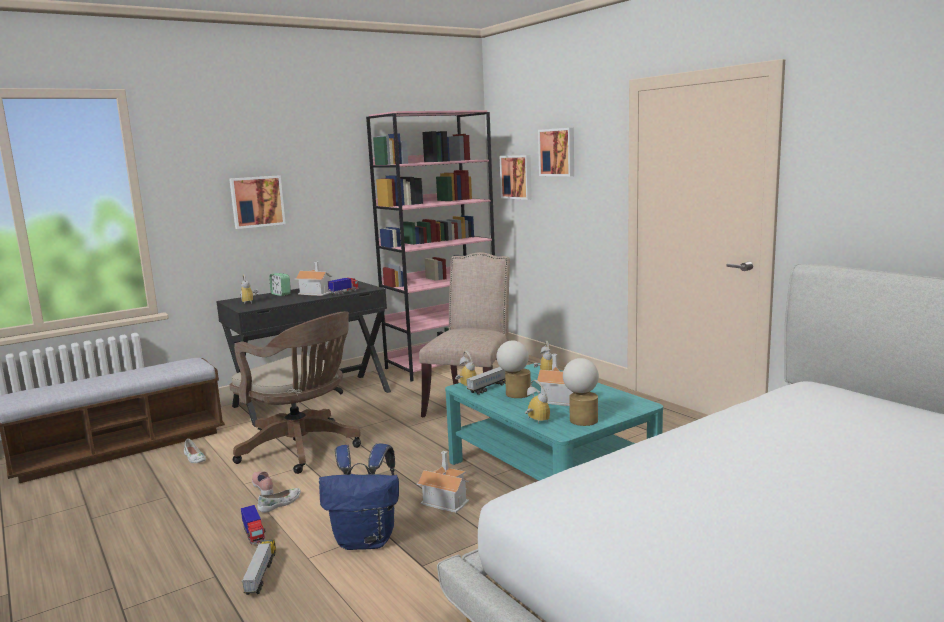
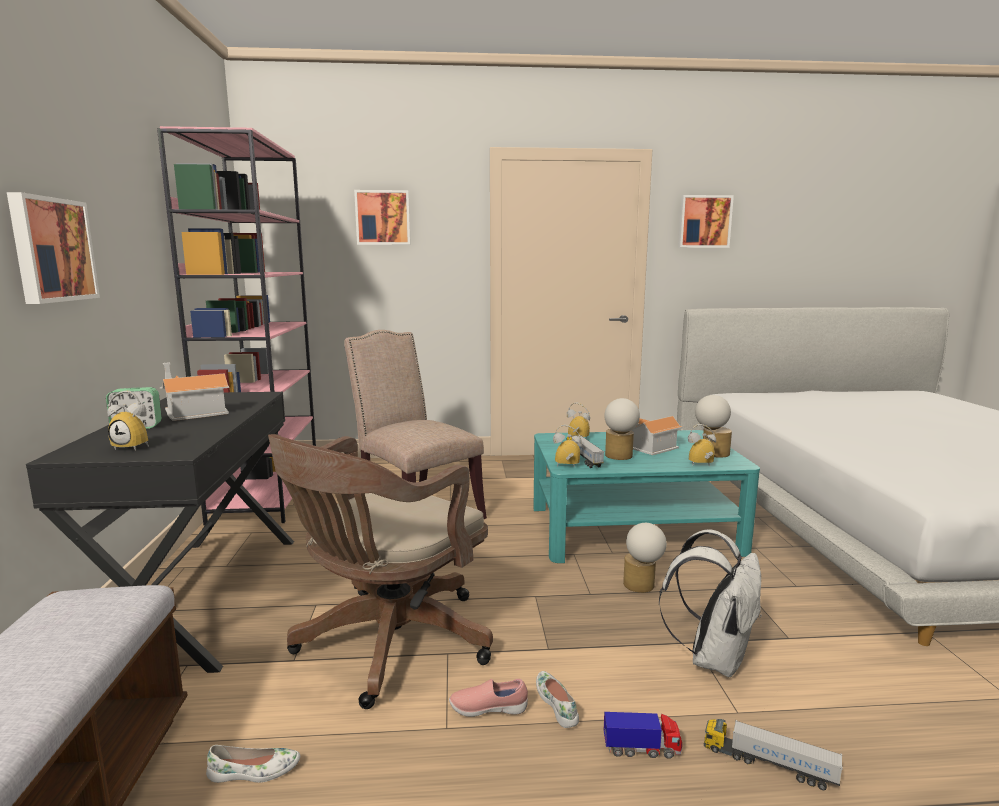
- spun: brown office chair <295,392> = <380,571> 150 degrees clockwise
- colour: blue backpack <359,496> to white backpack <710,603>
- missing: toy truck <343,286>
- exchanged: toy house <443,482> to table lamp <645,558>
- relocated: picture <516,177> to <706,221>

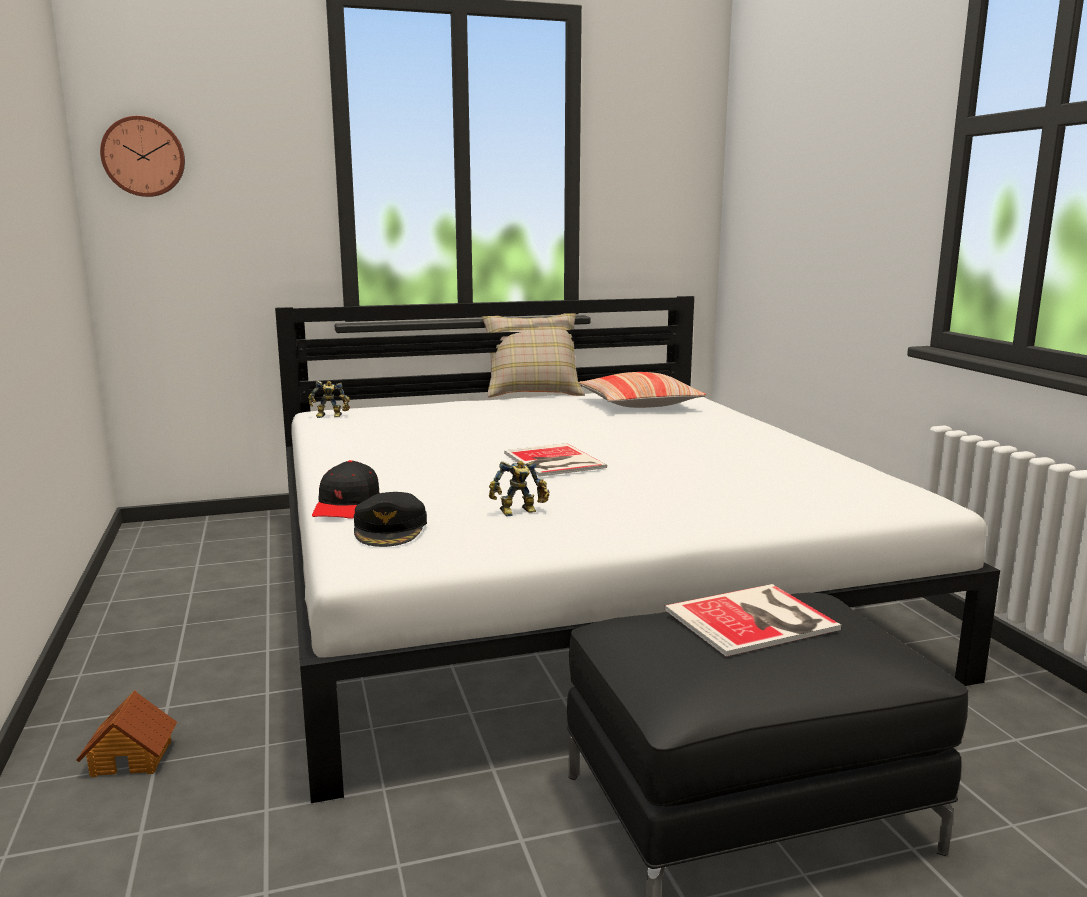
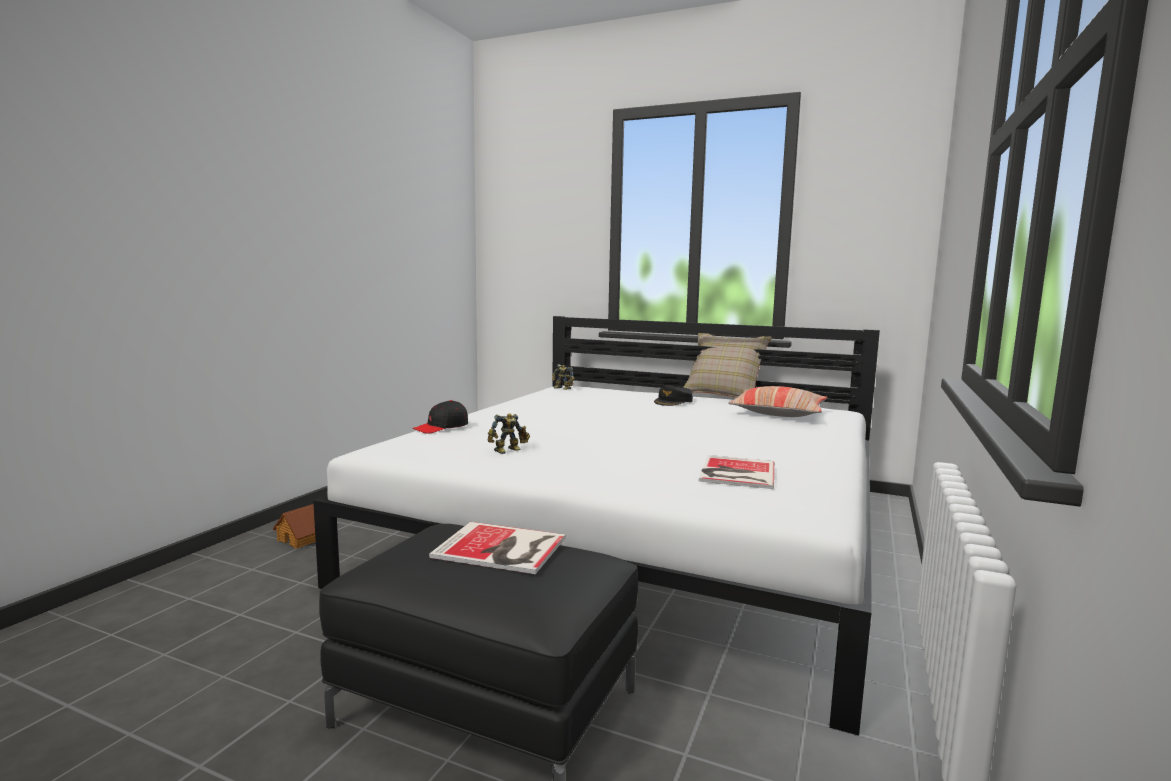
- missing: wall clock <142,156>
- relocated: black cap <390,519> to <673,395>
- spun: toy robot <519,488> = <508,433> 60 degrees counterclockwise
- relocated: book <555,460> to <736,472>

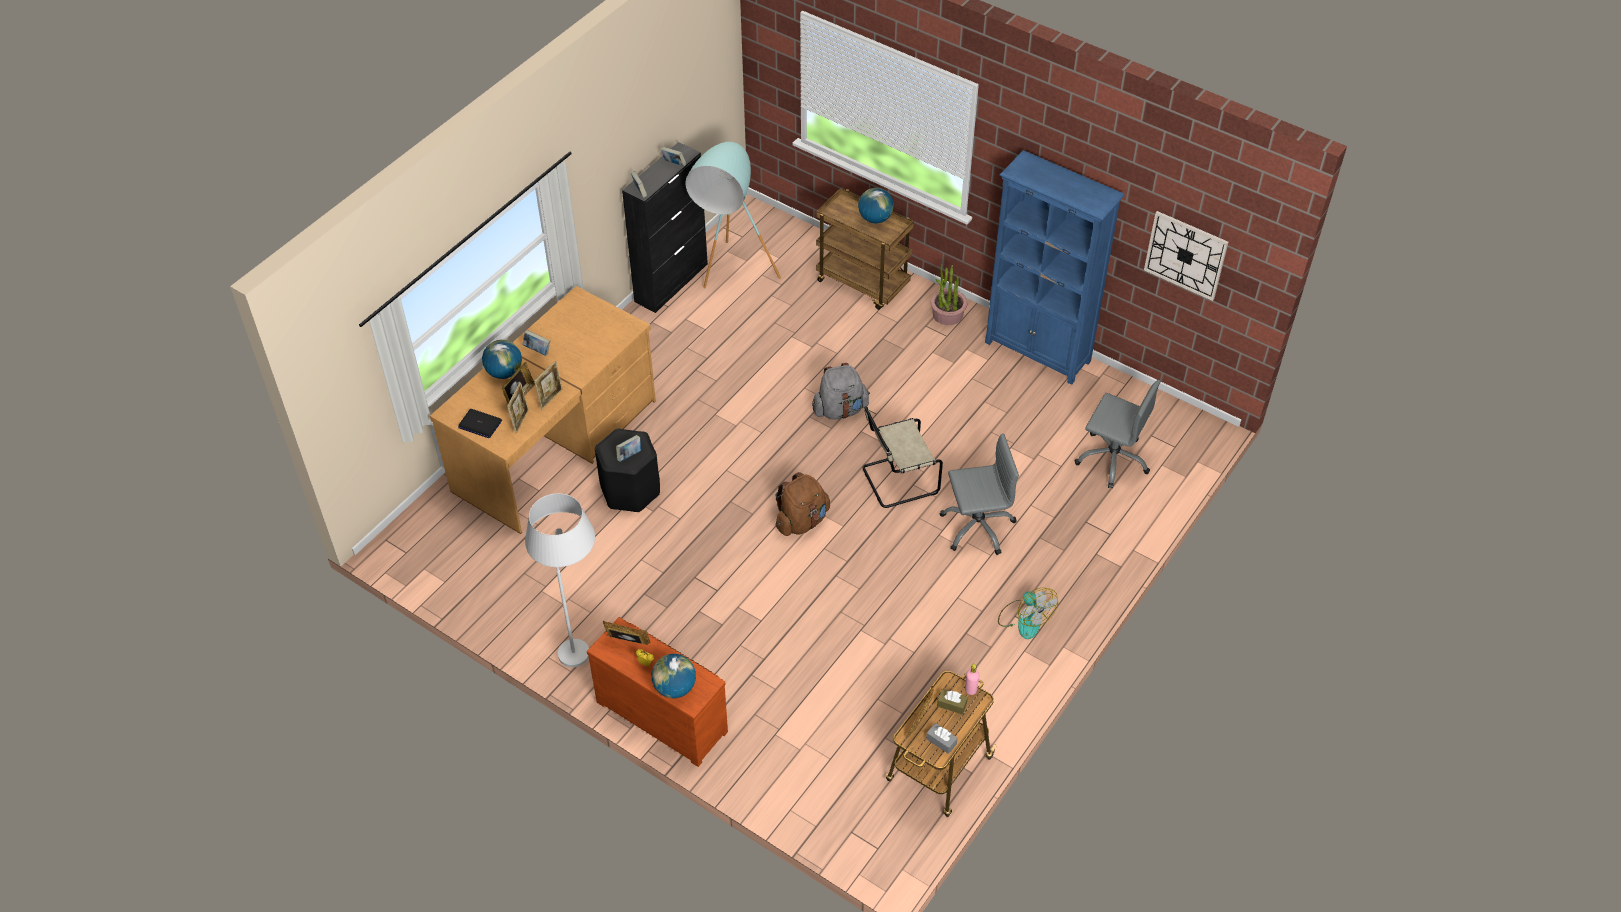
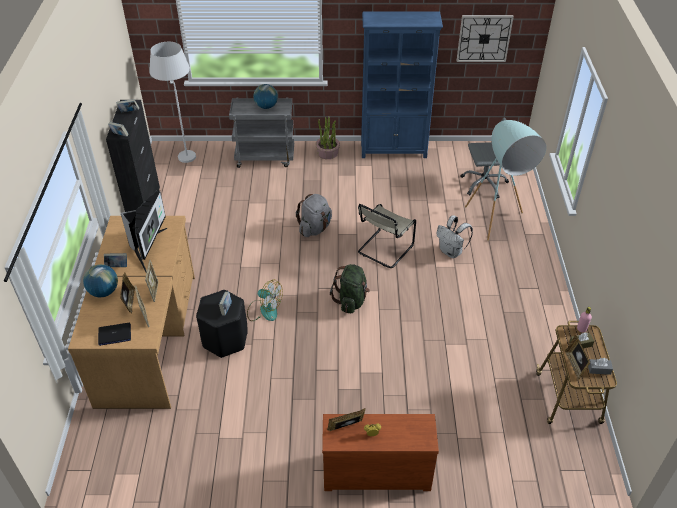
- relocated: white floor lamp <560,580> to <172,102>
- missing: globe <674,676>
- relocated: turquoise floor lamp <733,215> to <505,180>
- colour: brown backpack <802,504> to green backpack <350,288>
- colour: brown cart <865,249> to grey cart <261,133>
- exchanged: grey office chair <979,494> to white backpack <454,236>
- relocated: fan <1028,613> to <265,300>
- appeared: monitor <144,231>

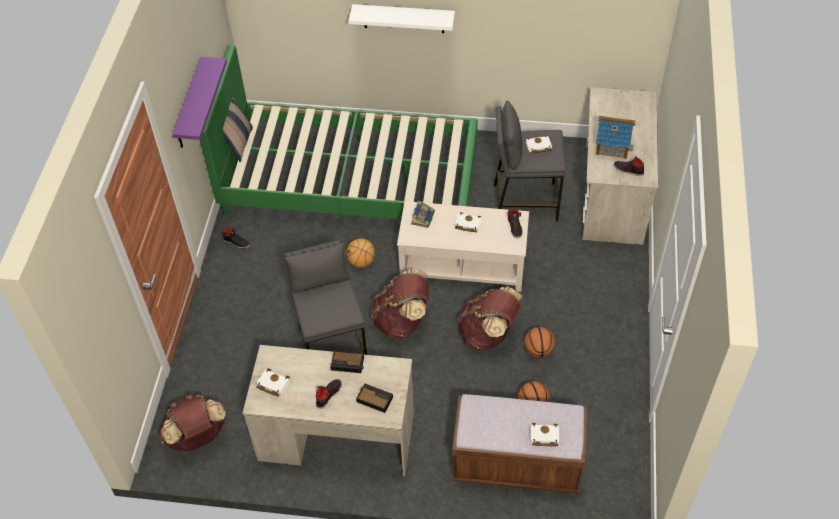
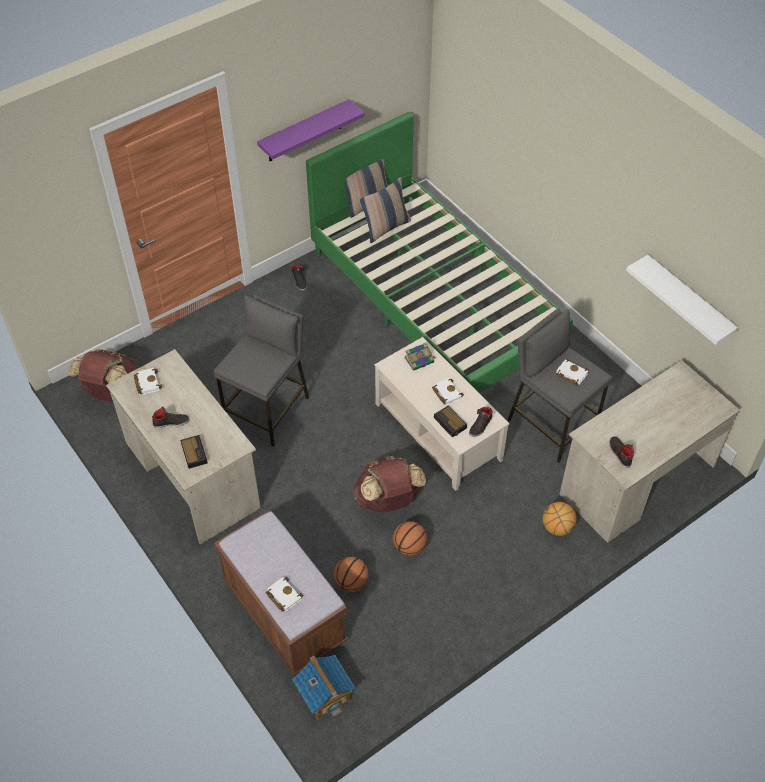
- relocated: alarm clock <347,362> to <450,421>
- relocated: basketball <360,253> to <560,519>
- relocated: white shelf <401,18> to <682,300>
- missing: brown backpack <400,304>
- relocated: toy house <616,137> to <324,687>
- appeared: pillow <385,210>

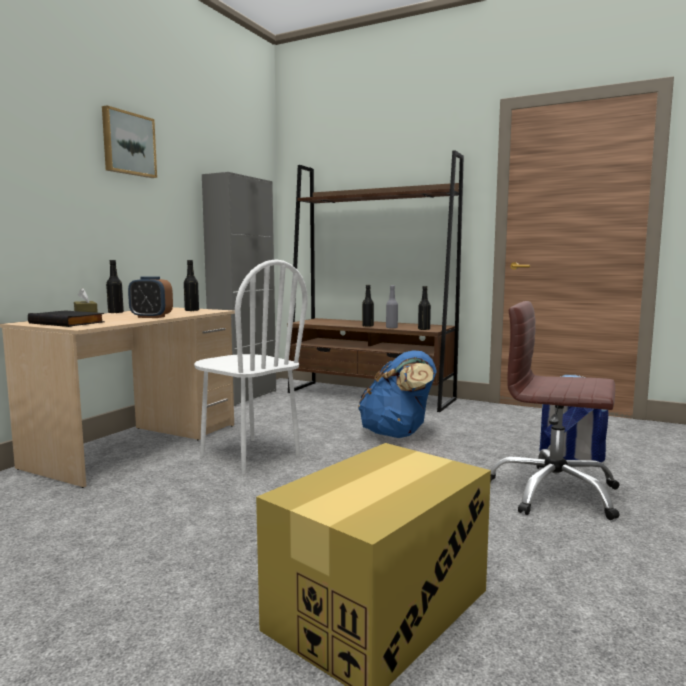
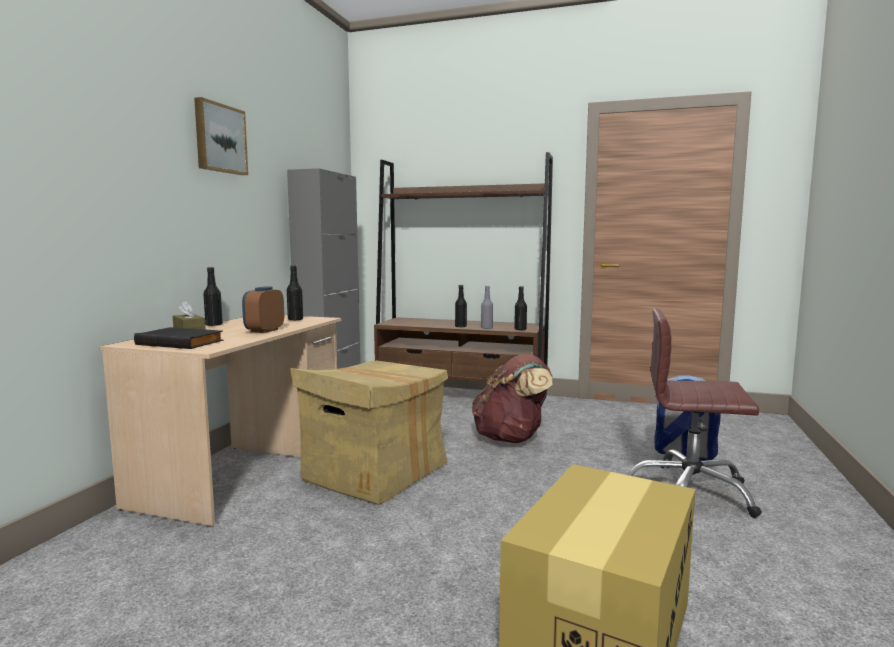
- spun: alarm clock <150,297> = <263,309> 105 degrees clockwise
- exchanged: white chair <250,366> to cardboard box <369,433>
- colour: blue backpack <397,394> to brown backpack <512,398>

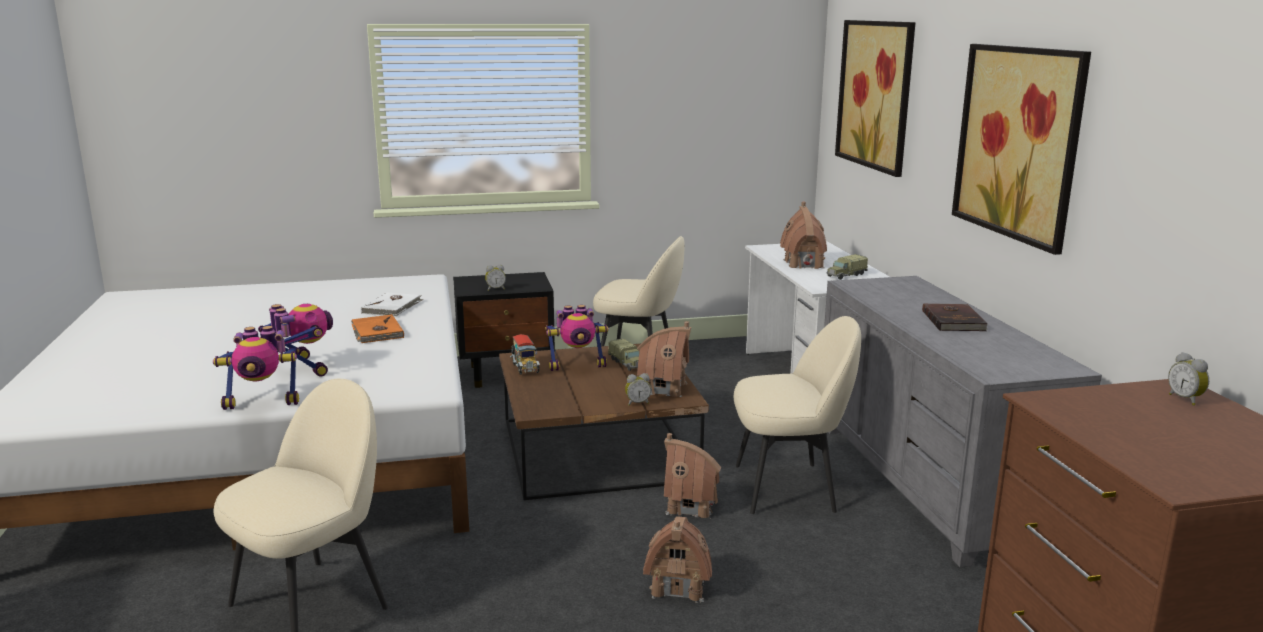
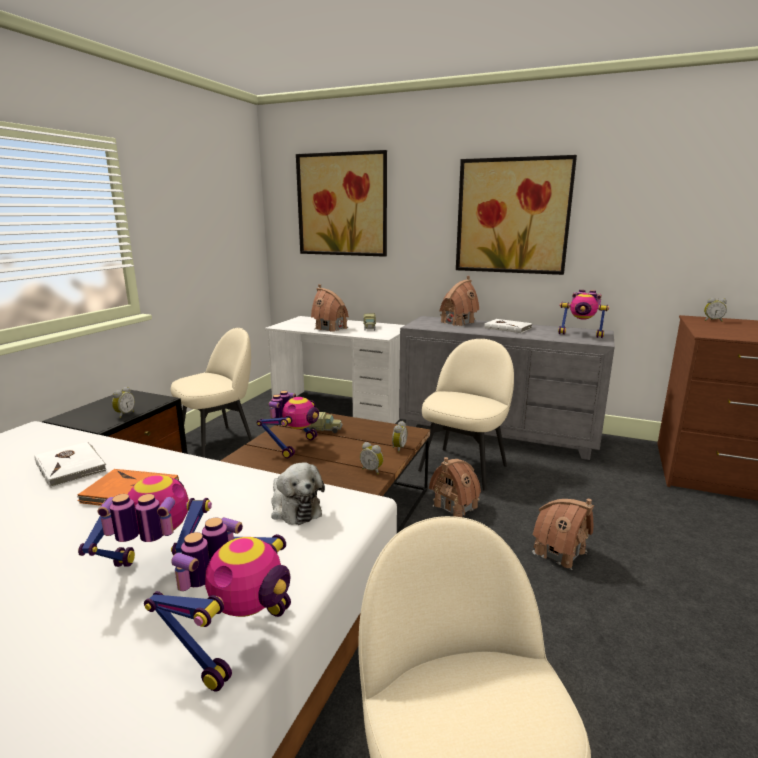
- missing: toy truck <525,354>
- relocated: toy house <664,360> to <459,301>
- colour: brown book <955,317> to white book <508,326>
- appeared: plush toy <298,494>
- appeared: alarm clock <371,458>
- appeared: toy robot <583,314>

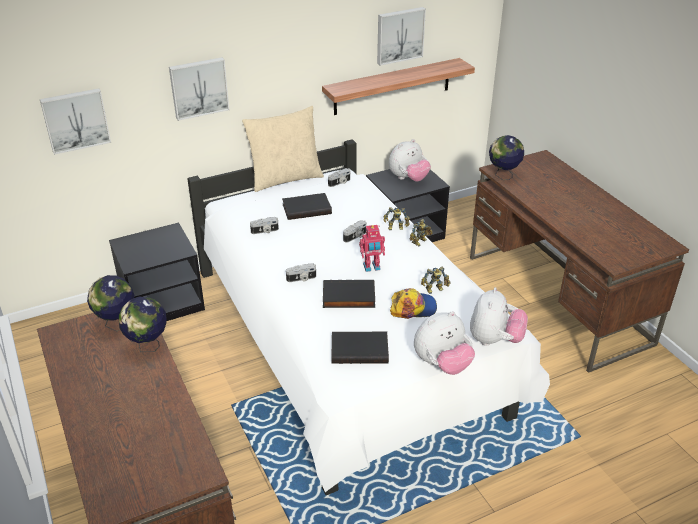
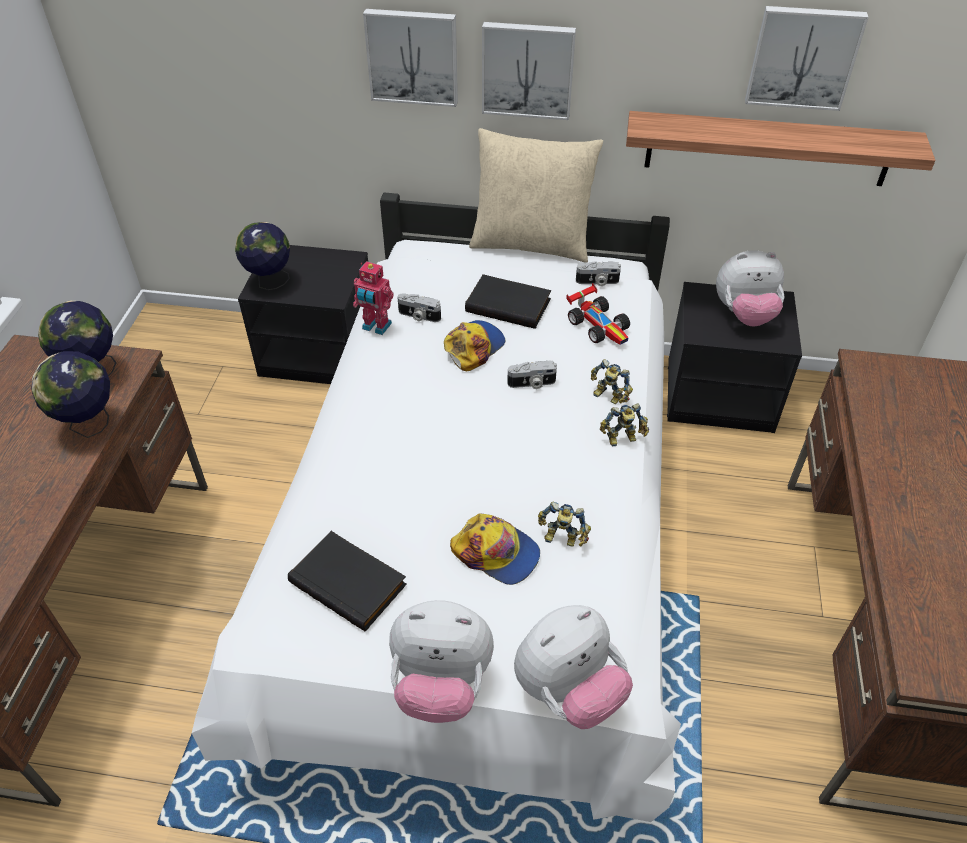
- relocated: picture <75,121> to <529,71>
- missing: photo camera <301,272>
- missing: black book <349,294>
- relocated: toy robot <372,248> to <373,298>
- relocated: globe <506,157> to <262,256>
- appeared: cap <474,345>
- appeared: toy car <598,314>

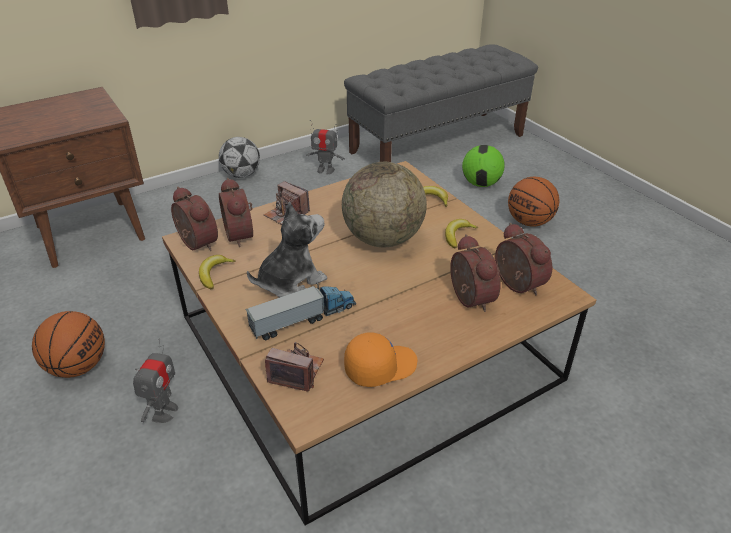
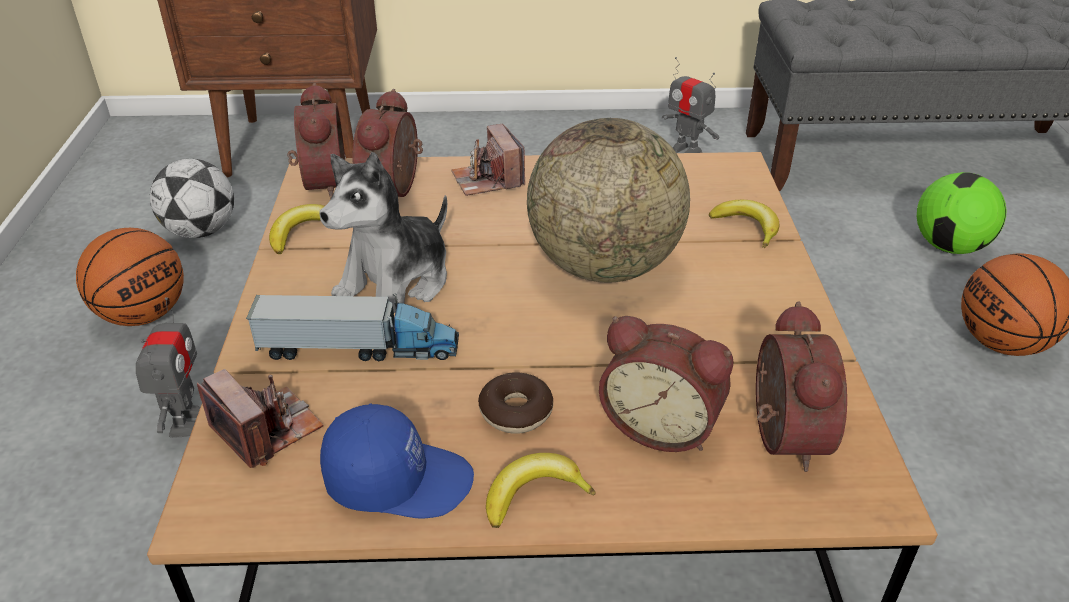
- spun: toy robot <155,381> = <168,367> 45 degrees counterclockwise
- relocated: football <239,157> to <192,198>
- spun: plush toy <287,250> = <383,232> 135 degrees clockwise
- colour: orange cap <380,359> to blue cap <397,461>
- relocated: banana <461,233> to <541,490>
- spun: alarm clock <475,273> = <666,384> 105 degrees clockwise
- appeared: donut <515,403>

